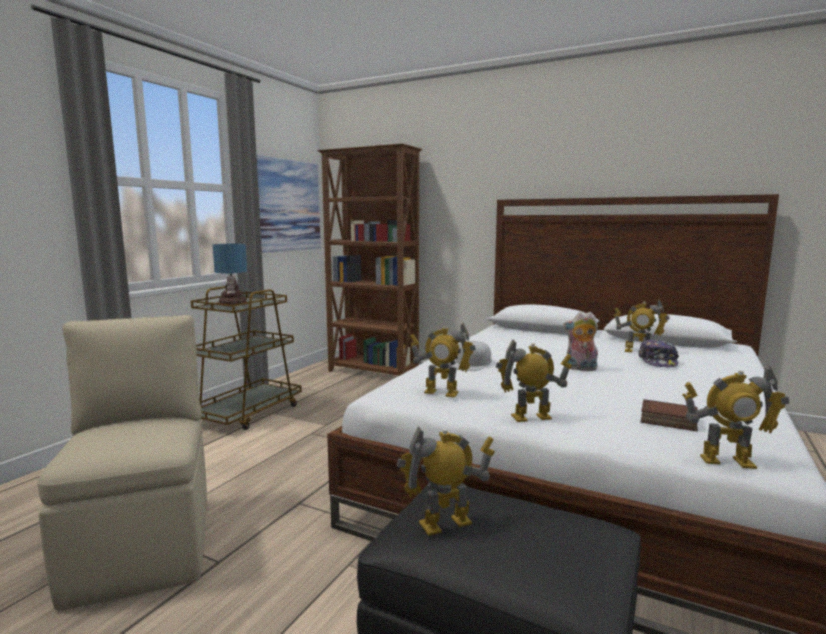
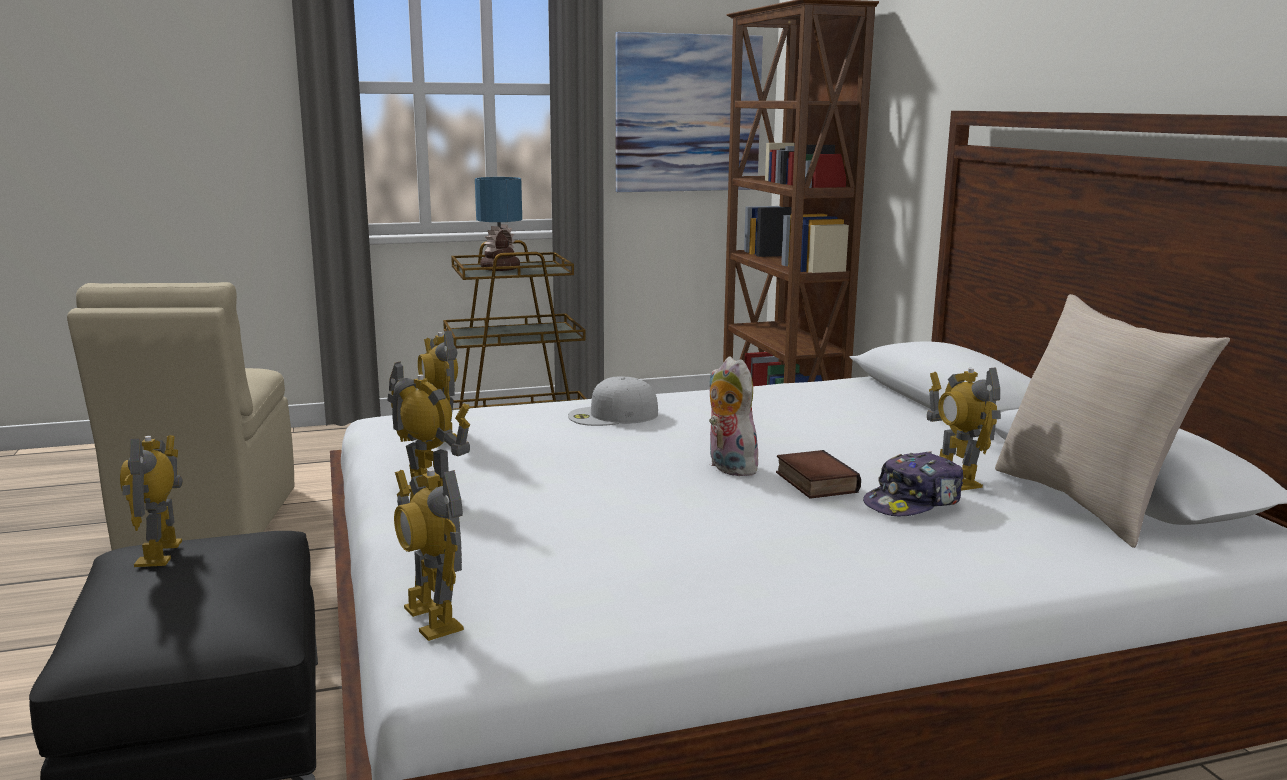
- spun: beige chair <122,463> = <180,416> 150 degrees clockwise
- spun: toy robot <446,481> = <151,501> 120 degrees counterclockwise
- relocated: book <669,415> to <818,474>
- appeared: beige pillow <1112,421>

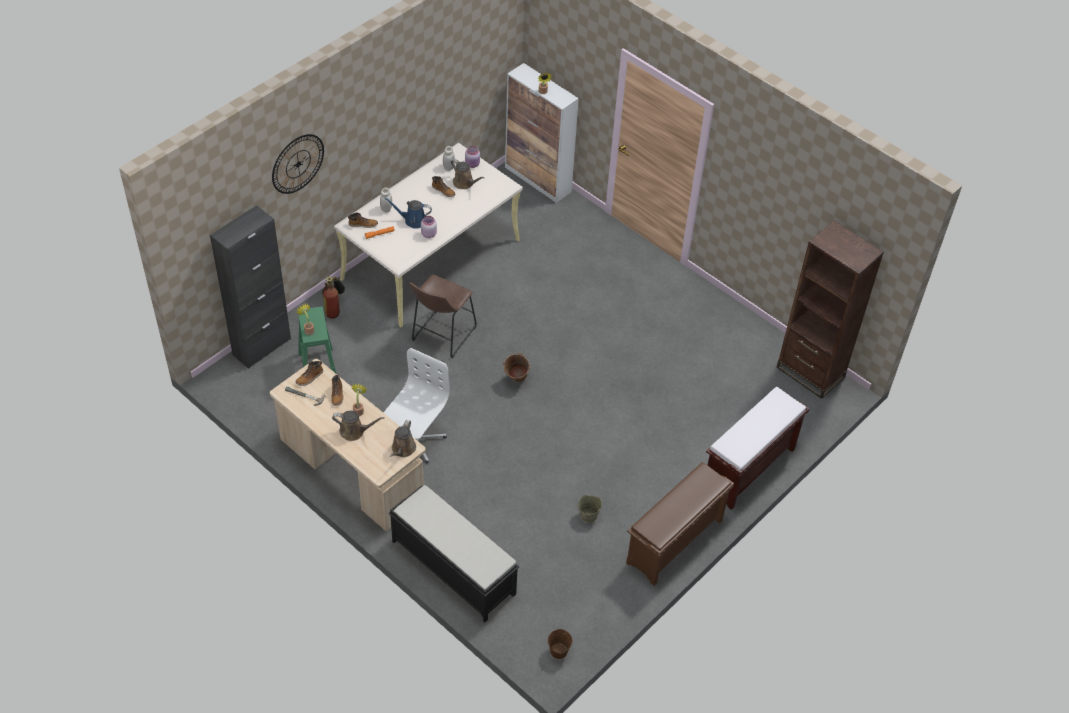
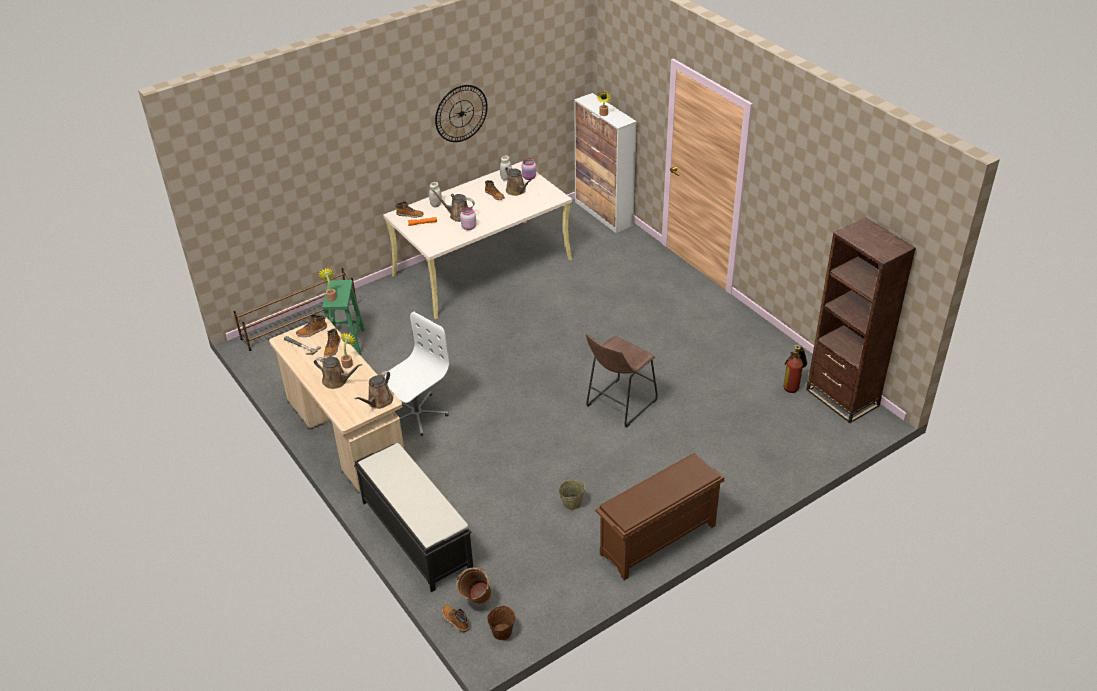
- exchanged: black cabinet <250,287> to brown shoe rack <295,309>
- relocated: wall clock <298,164> to <461,113>
- relocated: fire extinguisher <333,297> to <795,368>
- colour: blue watering can <408,213> to brown watering can <452,205>
- relocated: brown stool <443,316> to <622,381>
- relocated: brown bucket <517,367> to <474,585>
- missing: brown bench <757,448>
- appeared: boot <455,618>

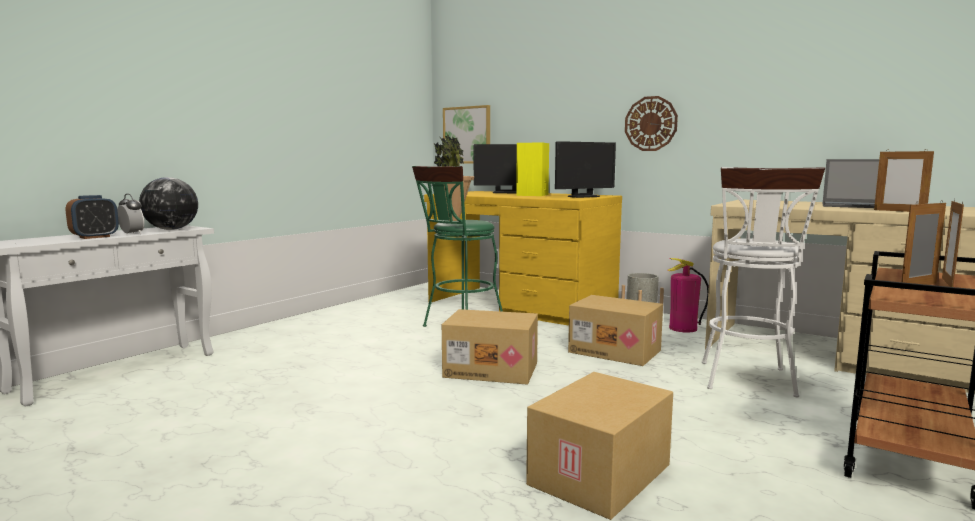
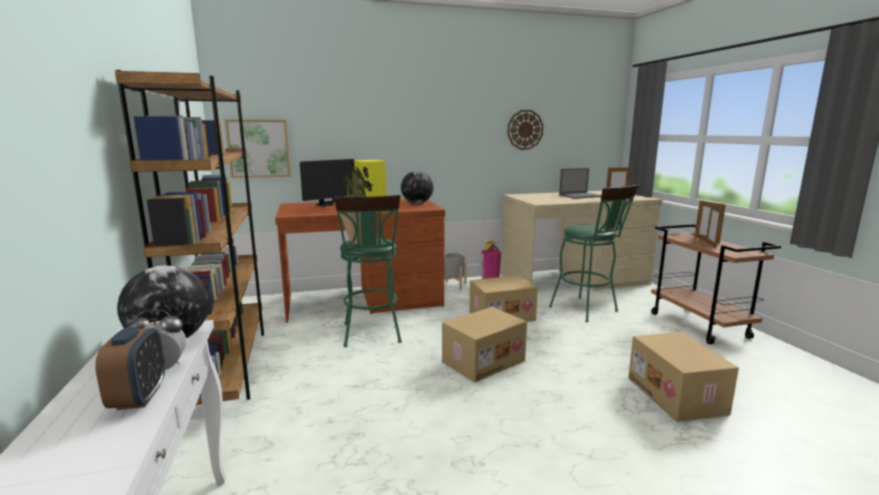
- colour: yellow desk <523,258> to brown desk <360,261>
- exchanged: monitor <585,169> to globe <417,187>
- relocated: wall clock <651,123> to <525,130>
- colour: white stool <763,282> to green stool <594,253>
- appeared: brown bookcase <189,237>

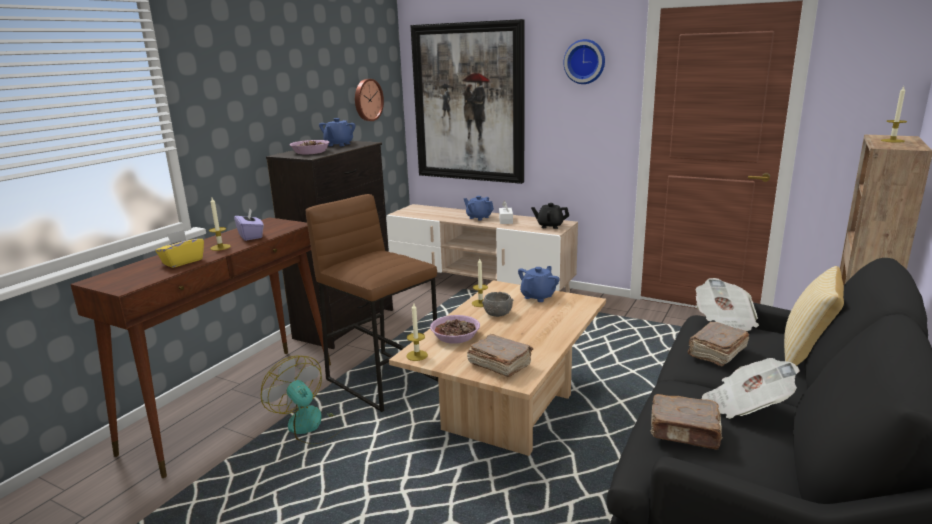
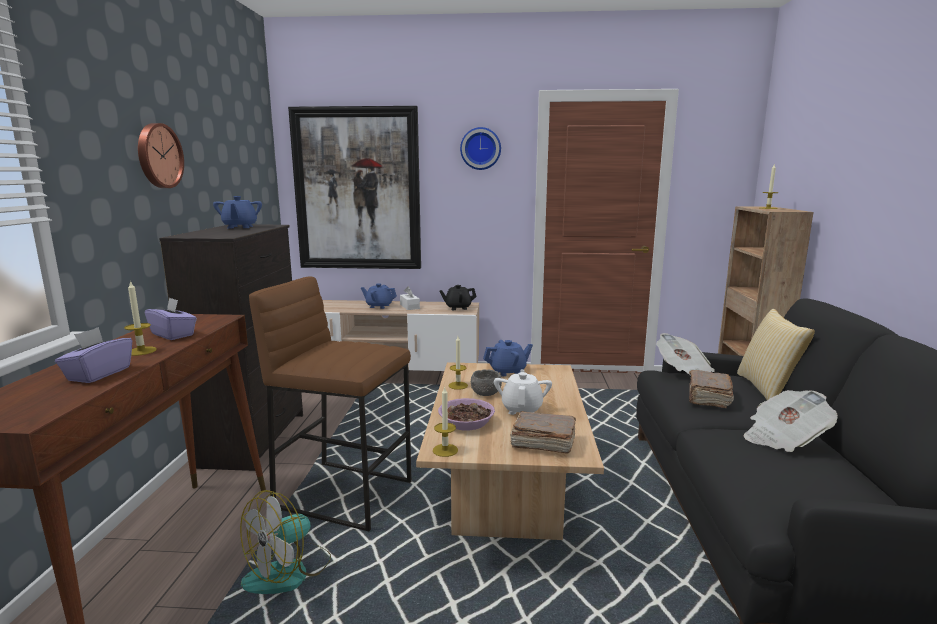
- colour: yellow tissue box <179,249> to purple tissue box <93,355>
- spun: fan <299,400> = <285,542> 75 degrees counterclockwise
- missing: bowl <310,147>
- relocated: wall clock <369,100> to <161,155>
- spun: blue teapot <539,284> = <508,358> 60 degrees clockwise
- missing: brown book <687,422>
- appeared: white teapot <523,392>

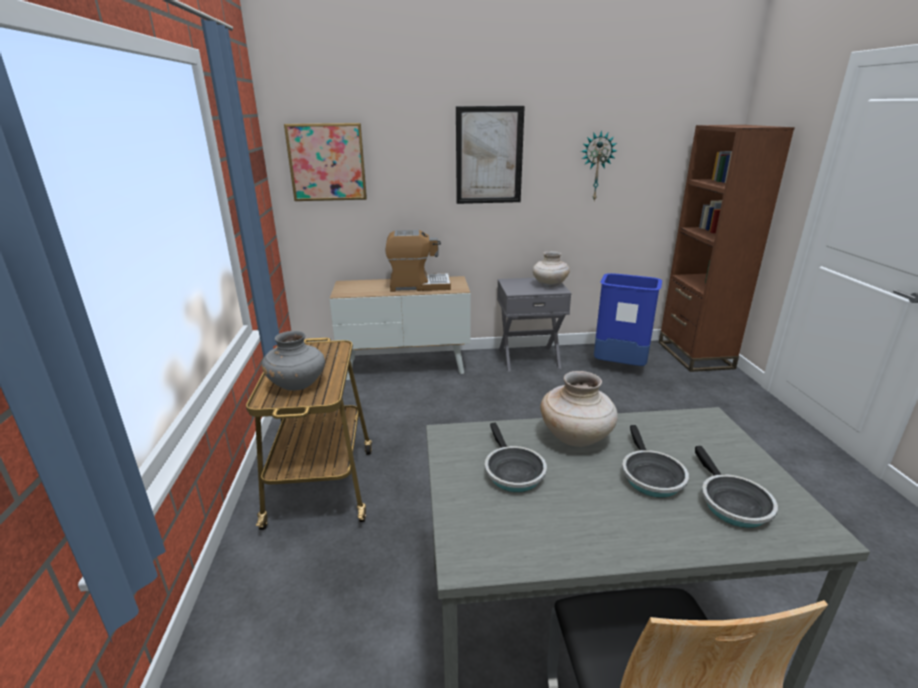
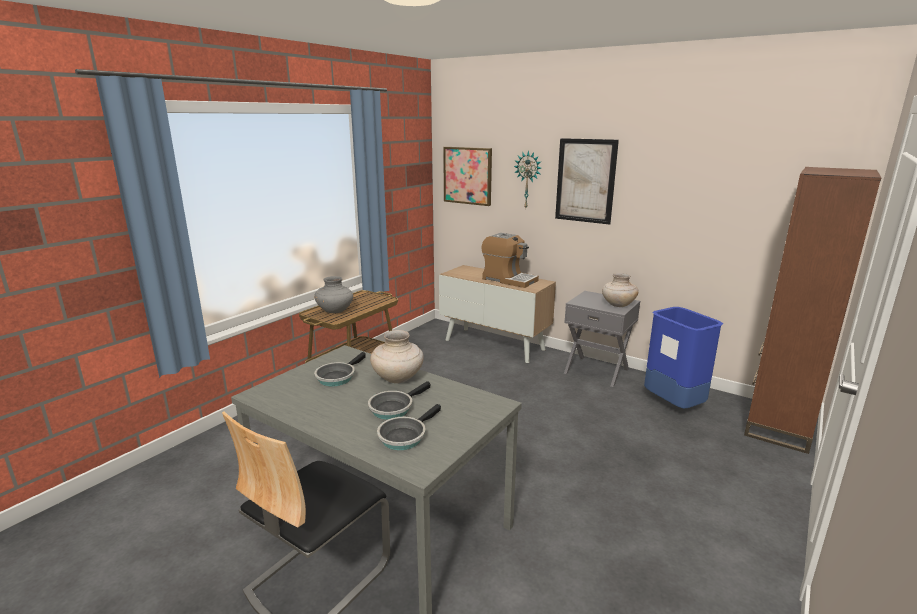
- relocated: wall clock <599,165> to <527,179>

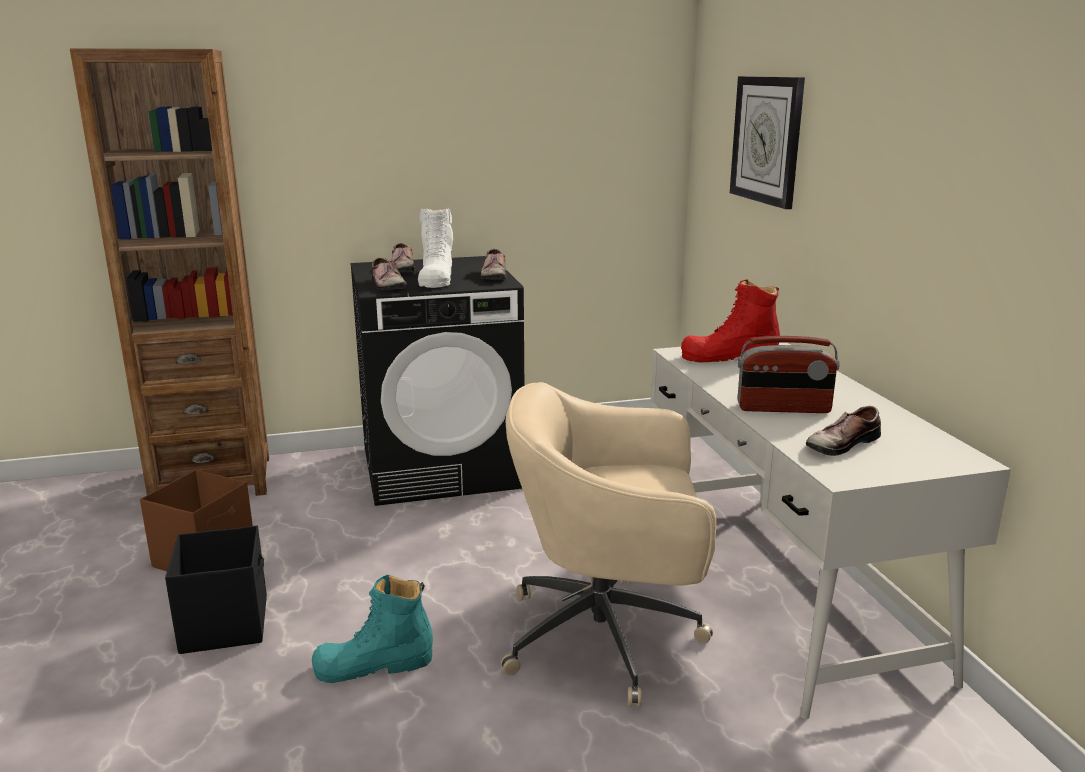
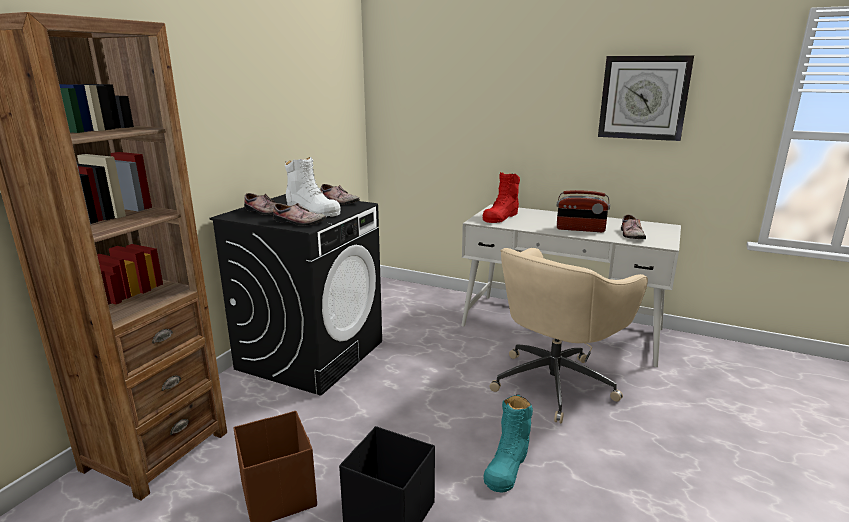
- relocated: wall clock <767,142> to <646,98>
- spun: radio <788,374> = <583,211> 60 degrees clockwise

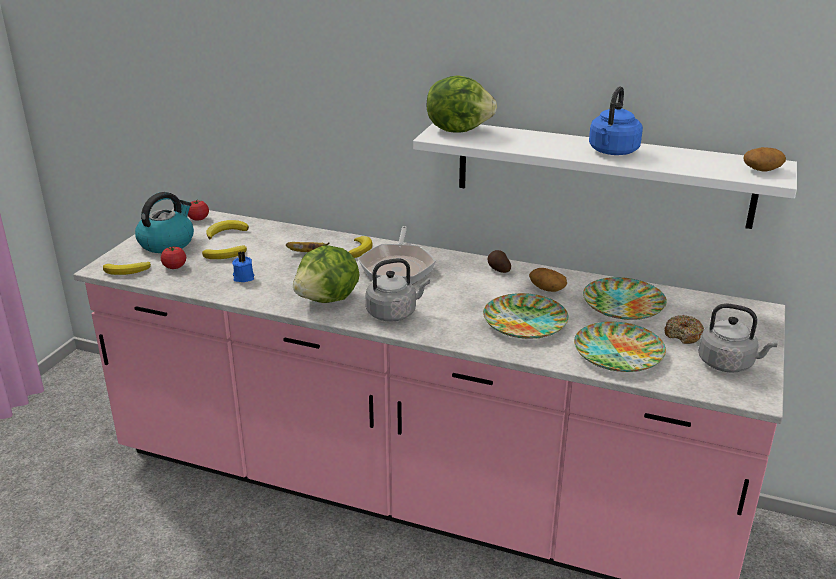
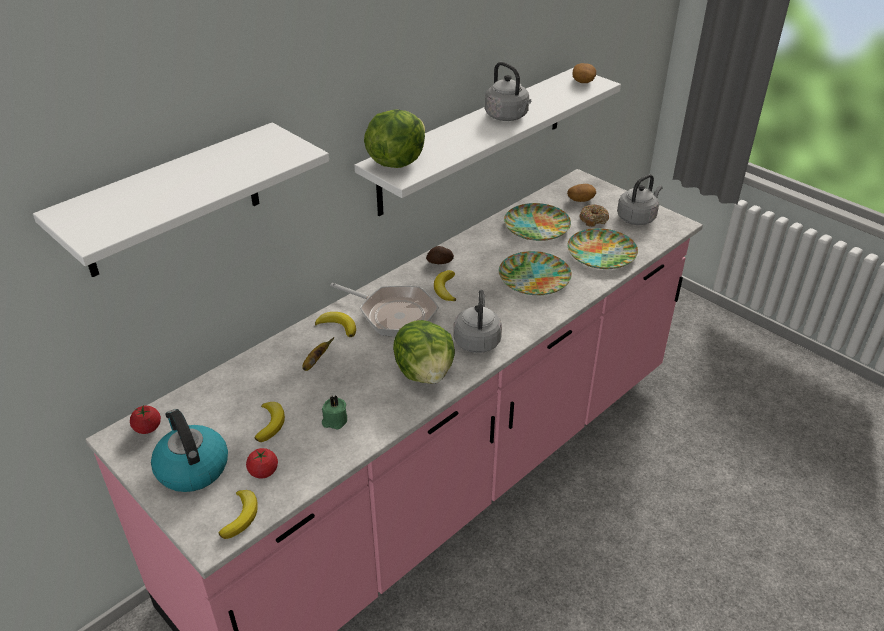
- relocated: banana <228,229> to <445,285>
- colour: blue candle <243,267> to green candle <334,412>
- relocated: potato <548,280> to <581,193>
- colour: blue kettle <616,120> to grey kettle <508,91>
- appeared: white shelf <181,199>

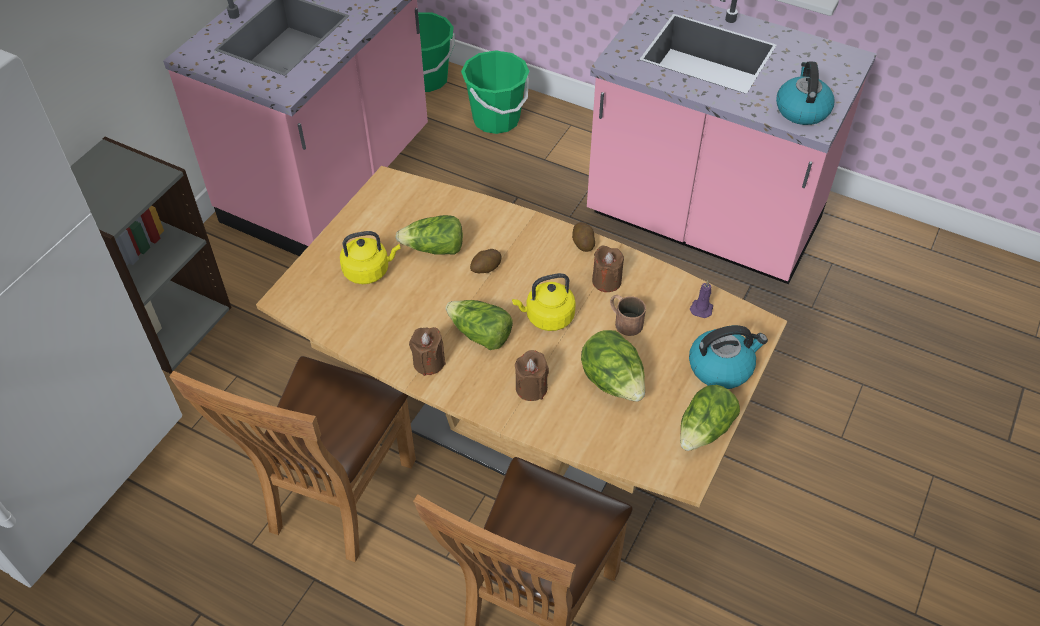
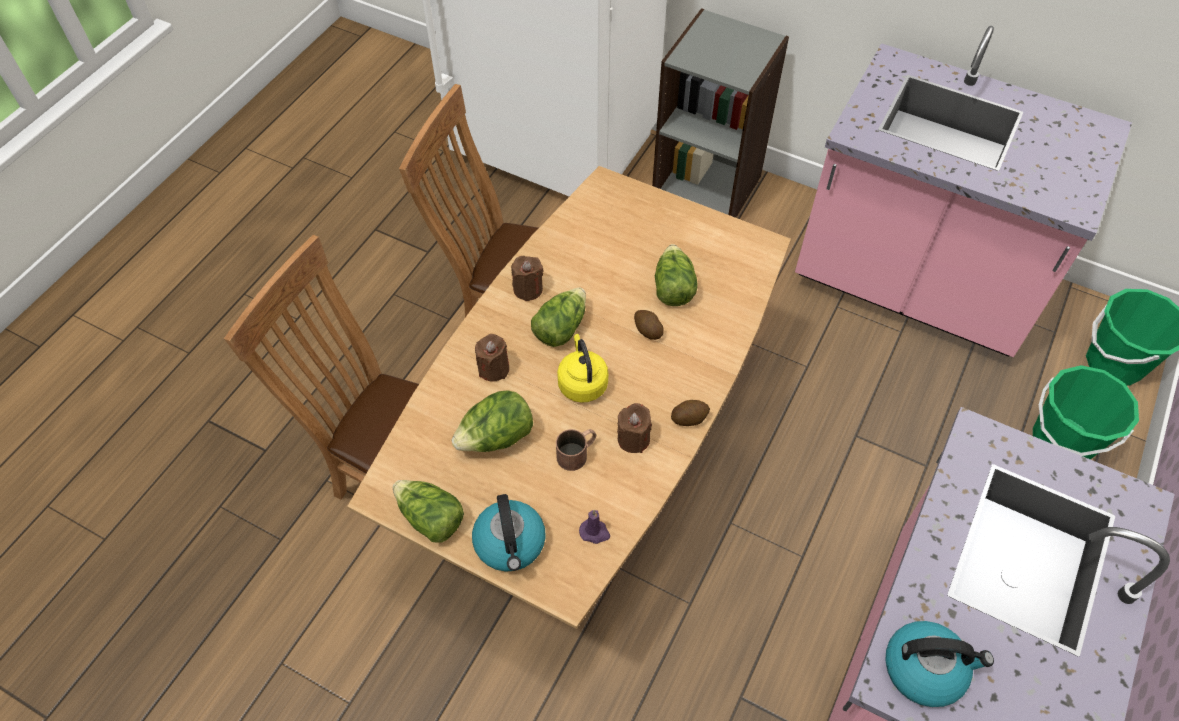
- missing: yellow kettle <370,257>

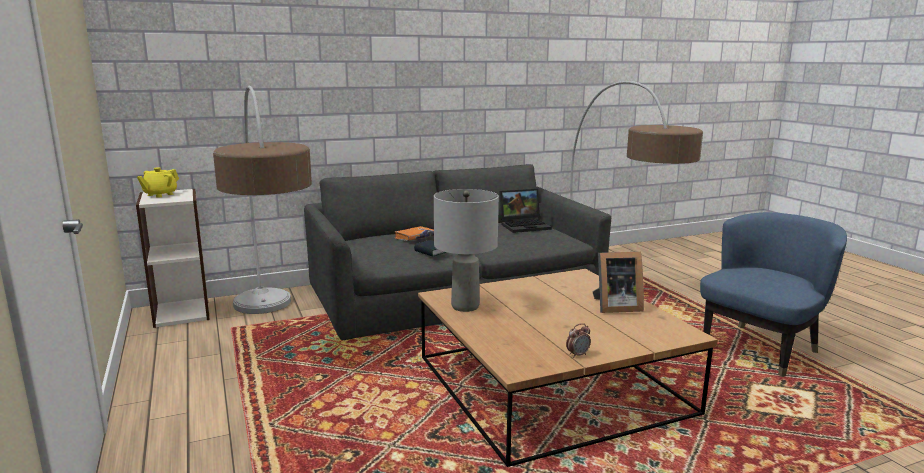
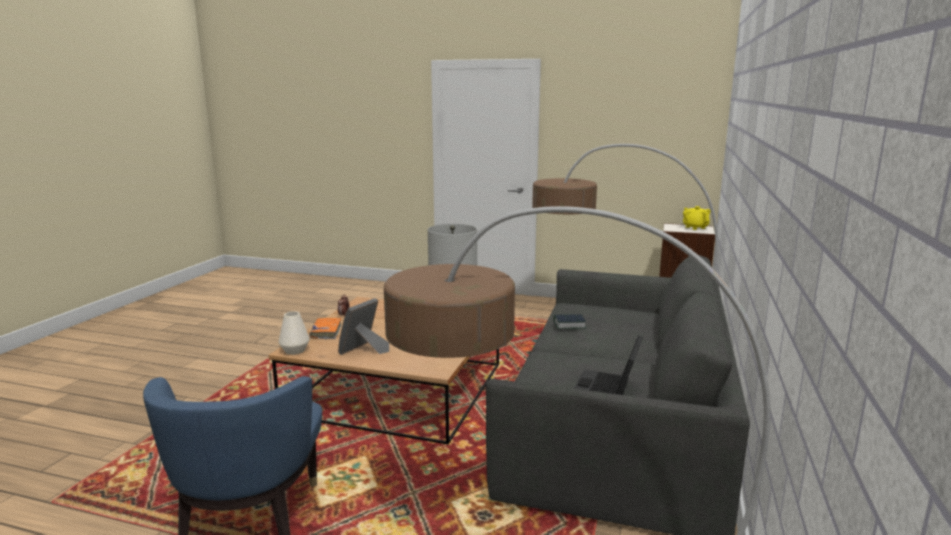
- relocated: orange book <414,233> to <325,328>
- appeared: white vase <294,333>

